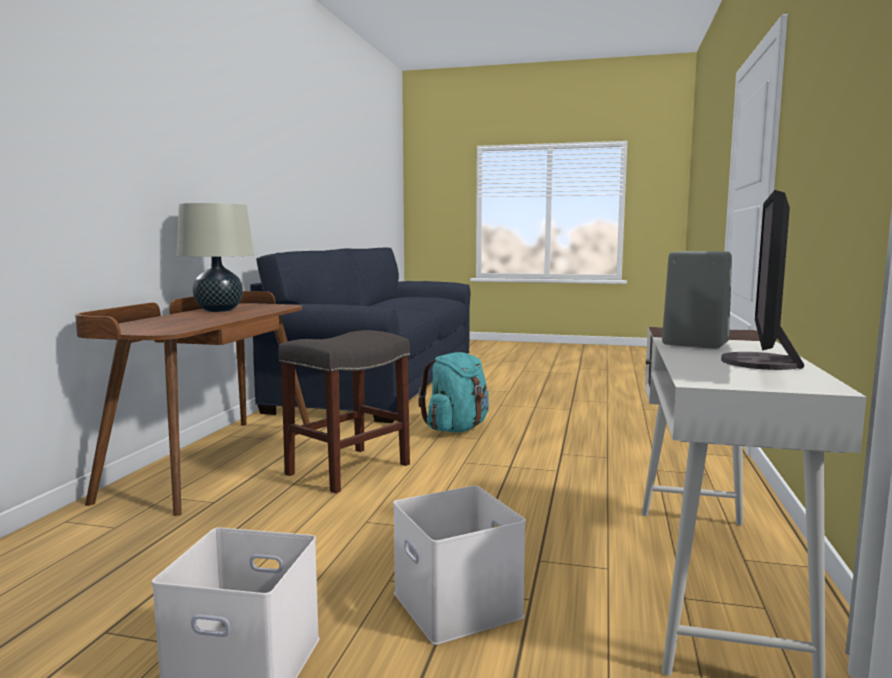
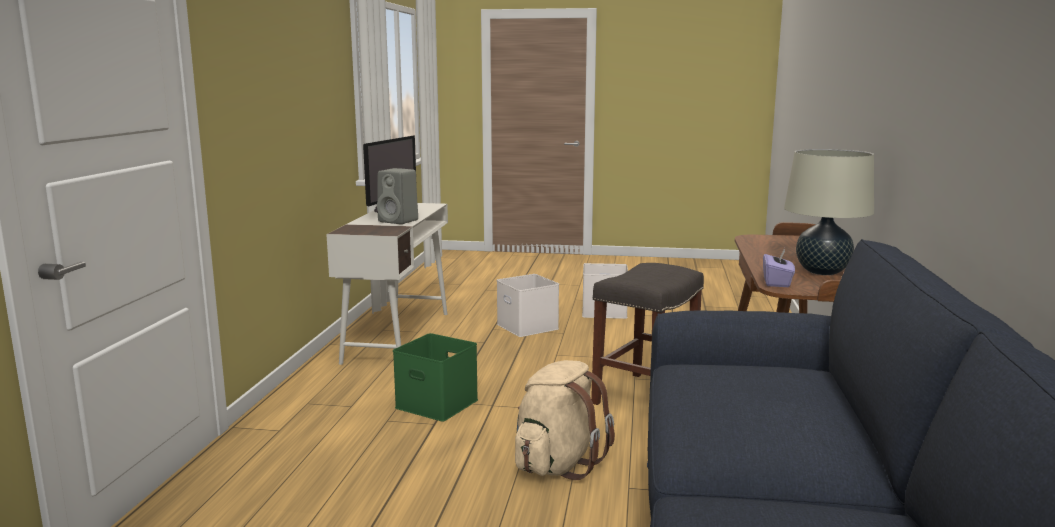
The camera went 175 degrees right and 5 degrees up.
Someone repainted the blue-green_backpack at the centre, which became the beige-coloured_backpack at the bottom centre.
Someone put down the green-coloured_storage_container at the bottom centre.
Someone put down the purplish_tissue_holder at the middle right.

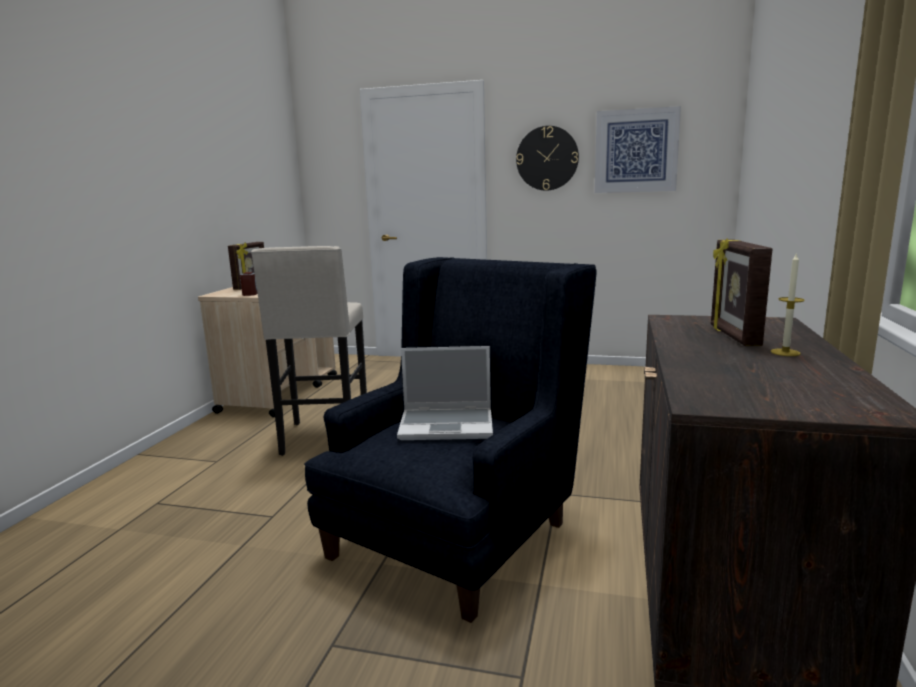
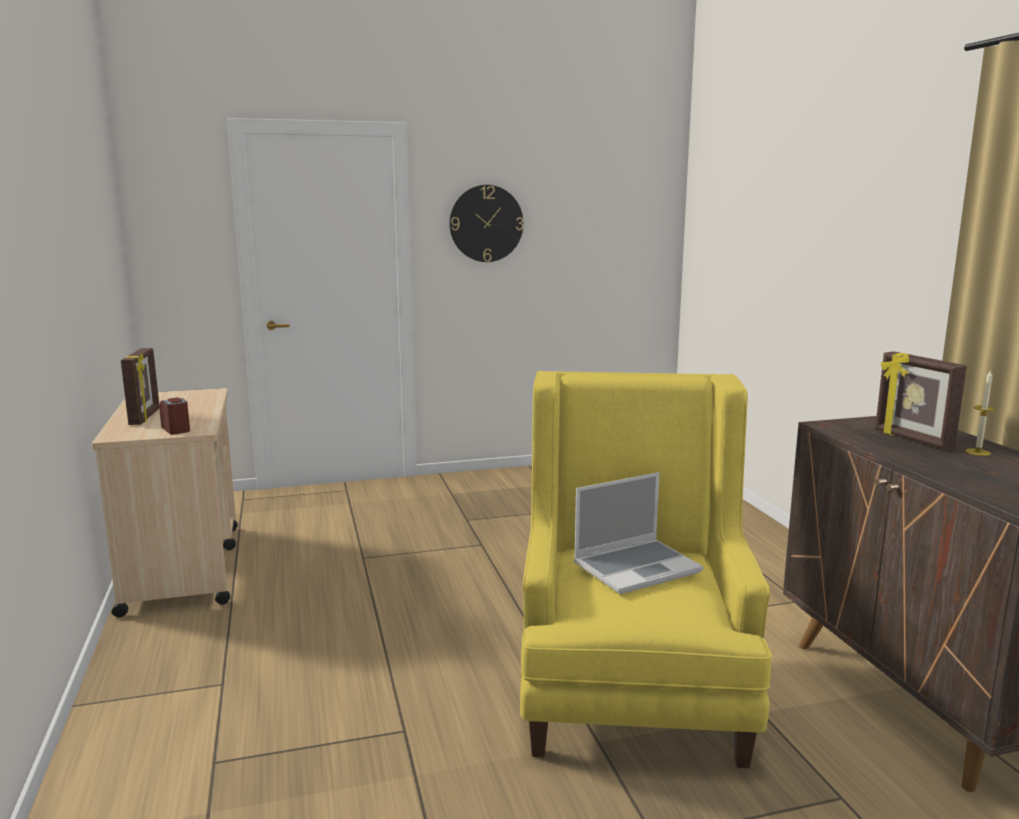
The camera went 30 degrees left and 0 degrees up.
Someone took away the beige-coloured_sitting_stool at the centre.
Someone repainted the blue-coloured_lounge_chair at the centre, which became the yellow-coloured_lounge_chair at the bottom centre.
Someone took away the wall_art at the top right.

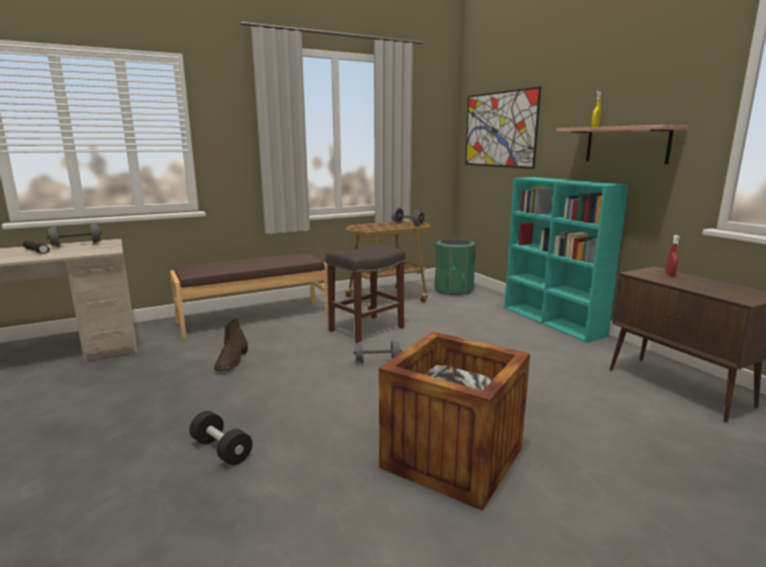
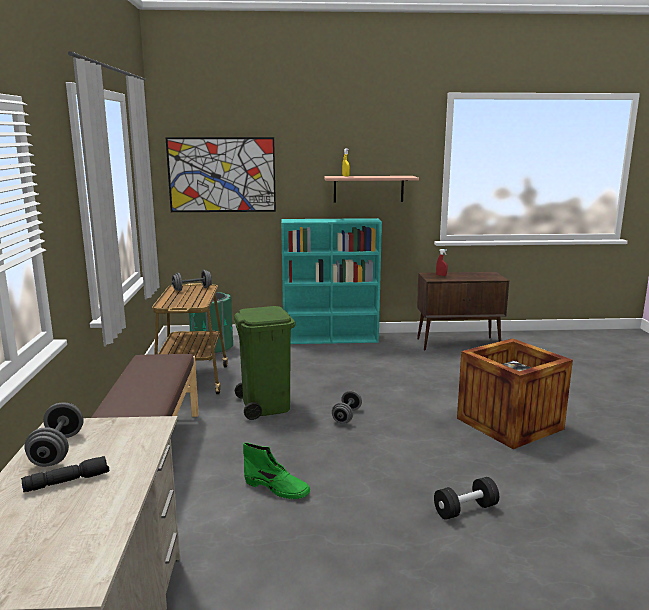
The camera went 65 degrees left and 0 degrees up.
Someone repainted the brownish_high-top_boot at the middle left, which became the green-coloured_high-top_boot at the bottom centre.
Someone swapped the grey_sitting_stool at the centre for the green-coloured_rubbish_bin (2nd from left) at the centre.

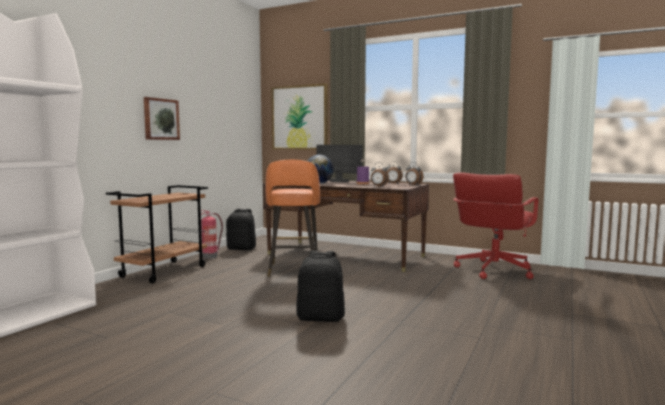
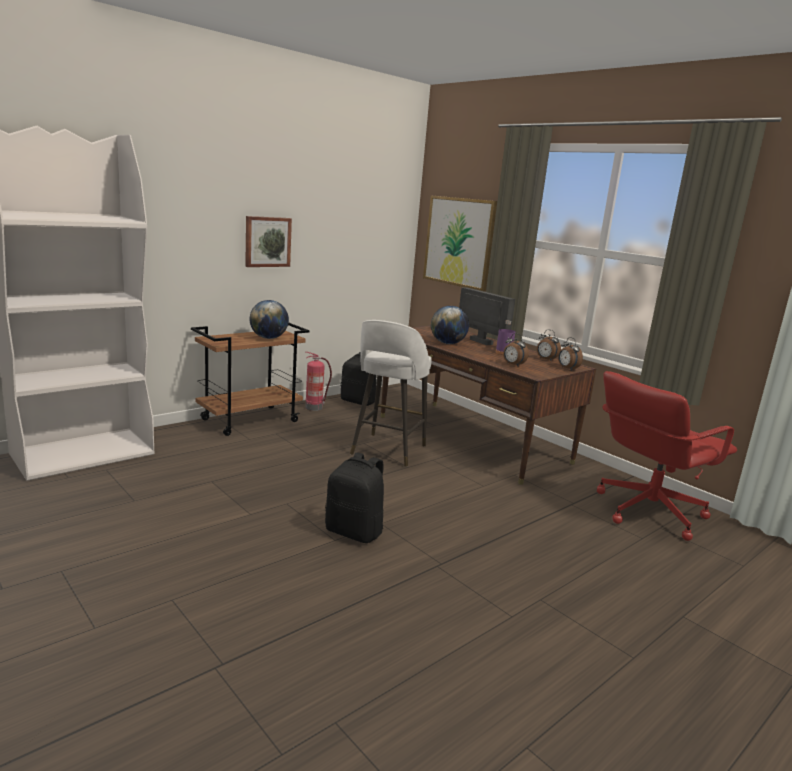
The camera went 20 degrees right and 10 degrees up.
Someone repainted the orange_sitting_stool at the centre, which became the white-coloured_sitting_stool at the centre.
Someone put down the desk_globe (1st from left) at the centre.

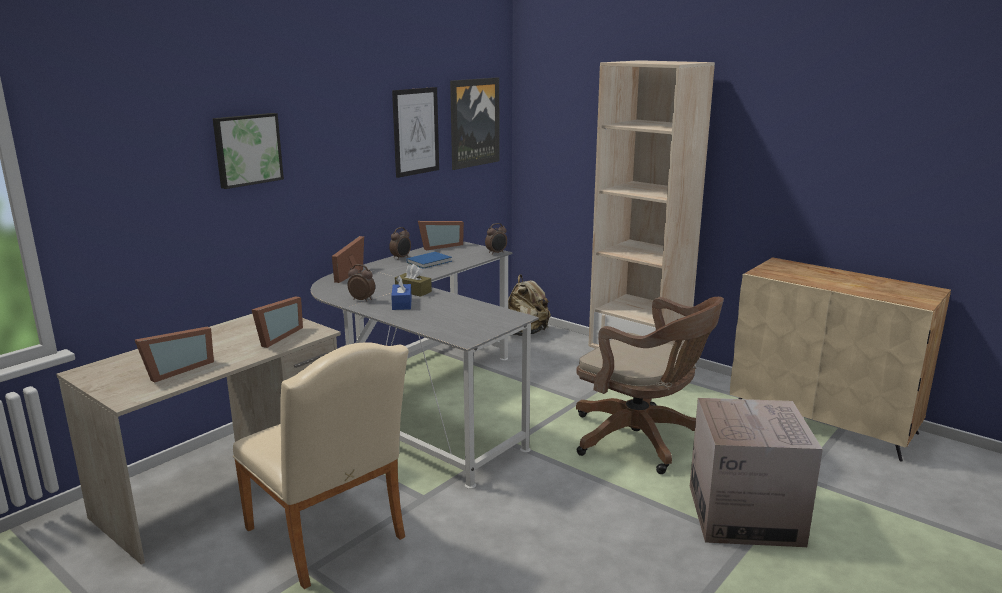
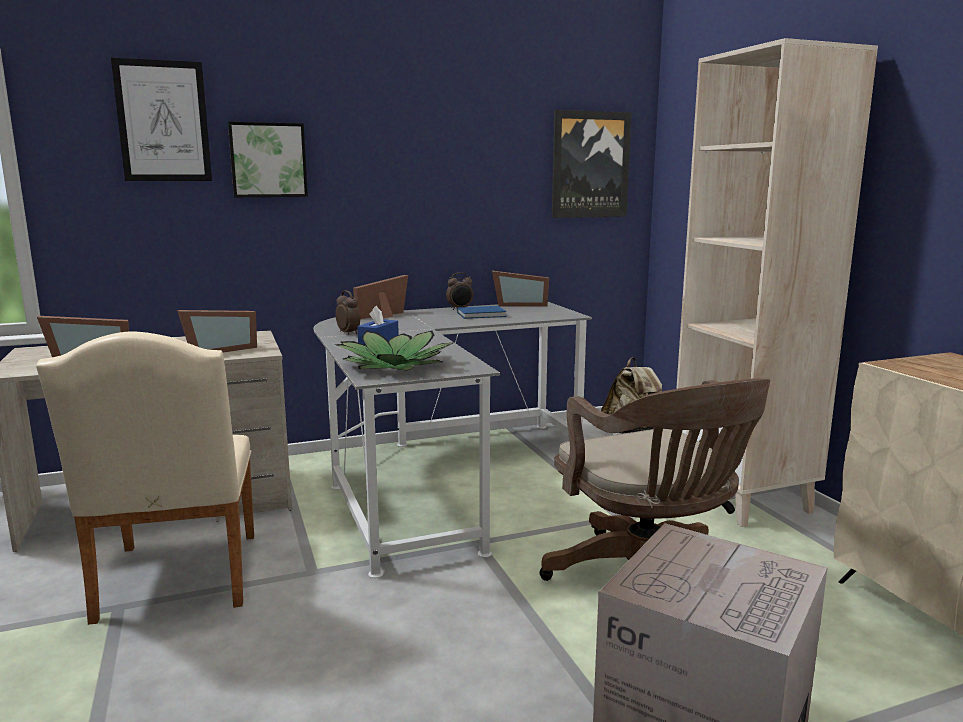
The camera went 30 degrees right and 5 degrees down.
Someone carried the wall_art (2nd from left in the first image) from the top centre to the top left.
Someone took away the brownish_tissue_holder at the centre.
Someone took away the bedside_clock (3rd from left) at the centre.
Someone put down the houseplant at the centre.

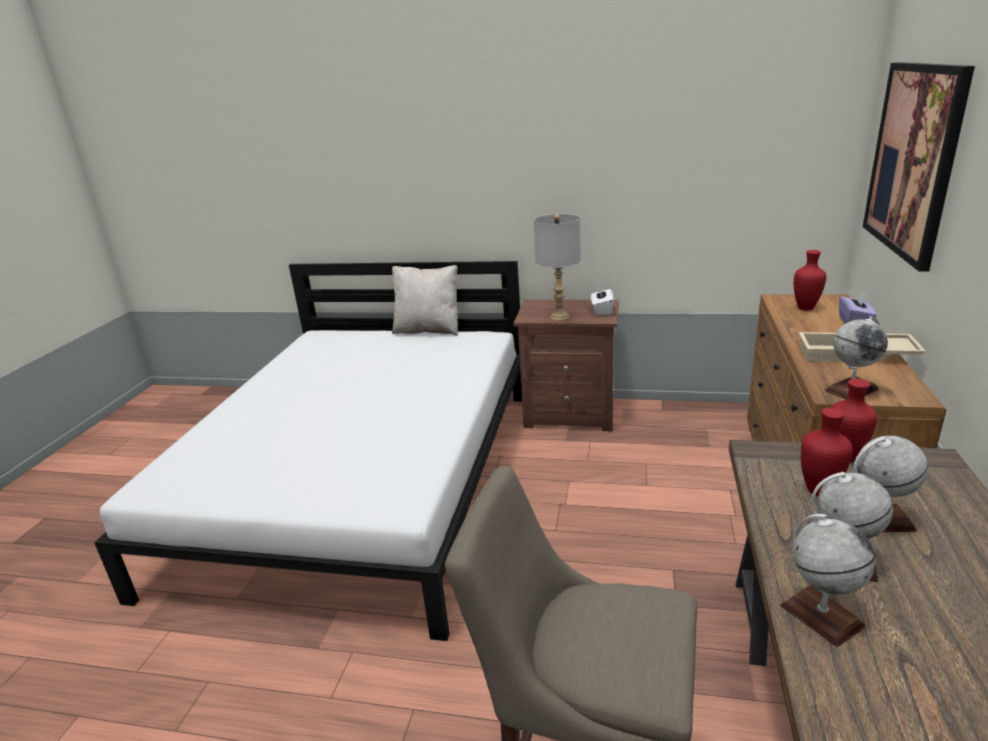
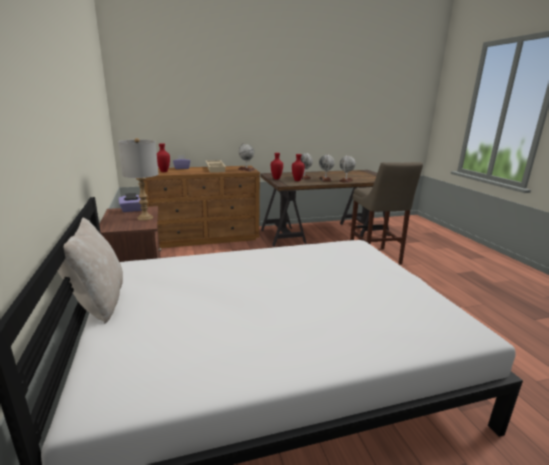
The camera went 120 degrees left and 5 degrees down.
Someone repainted the white-coloured_tissue_holder at the centre, which became the purplish_tissue_holder (1st from left) at the middle left.
Someone took away the wall_art at the top right.

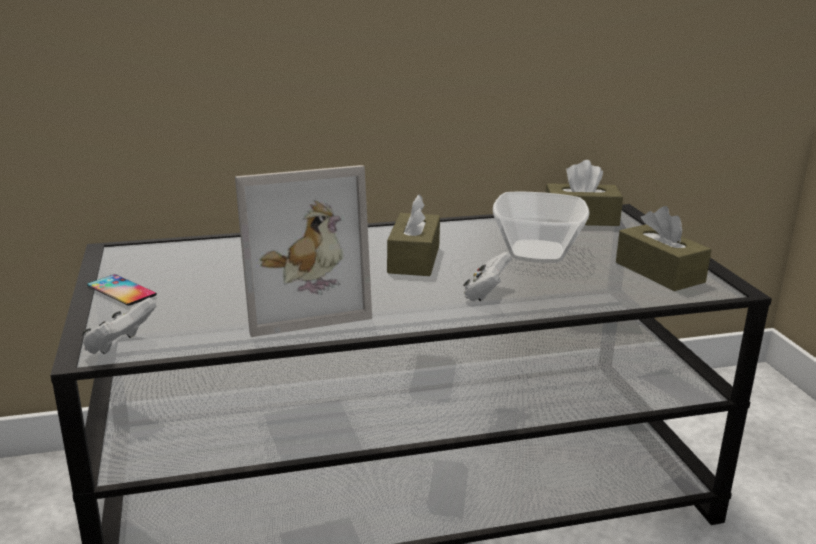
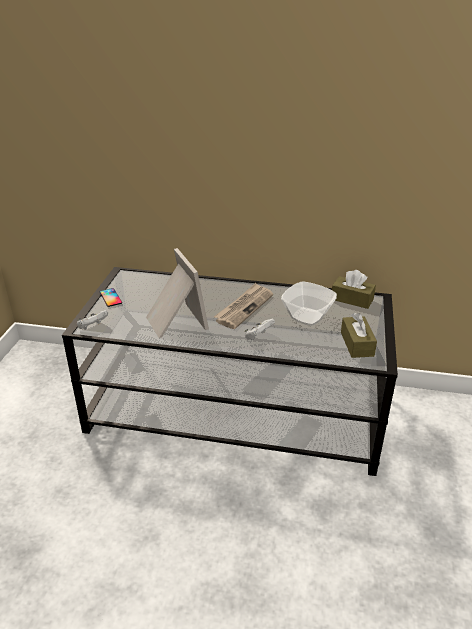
The camera went 25 degrees right and 10 degrees up.
Someone rotated the standing_frame at the centre by 120 degrees counterclockwise.
Someone swapped the brownish_tissue_holder (1st from left) at the centre for the newspaper at the centre.

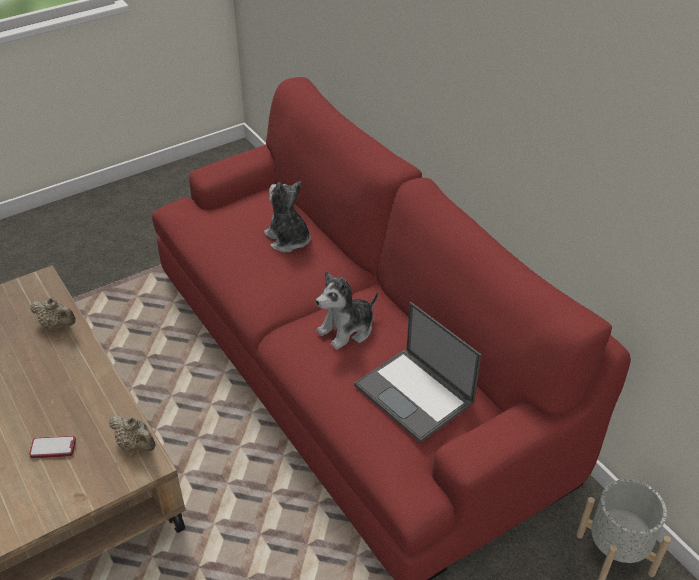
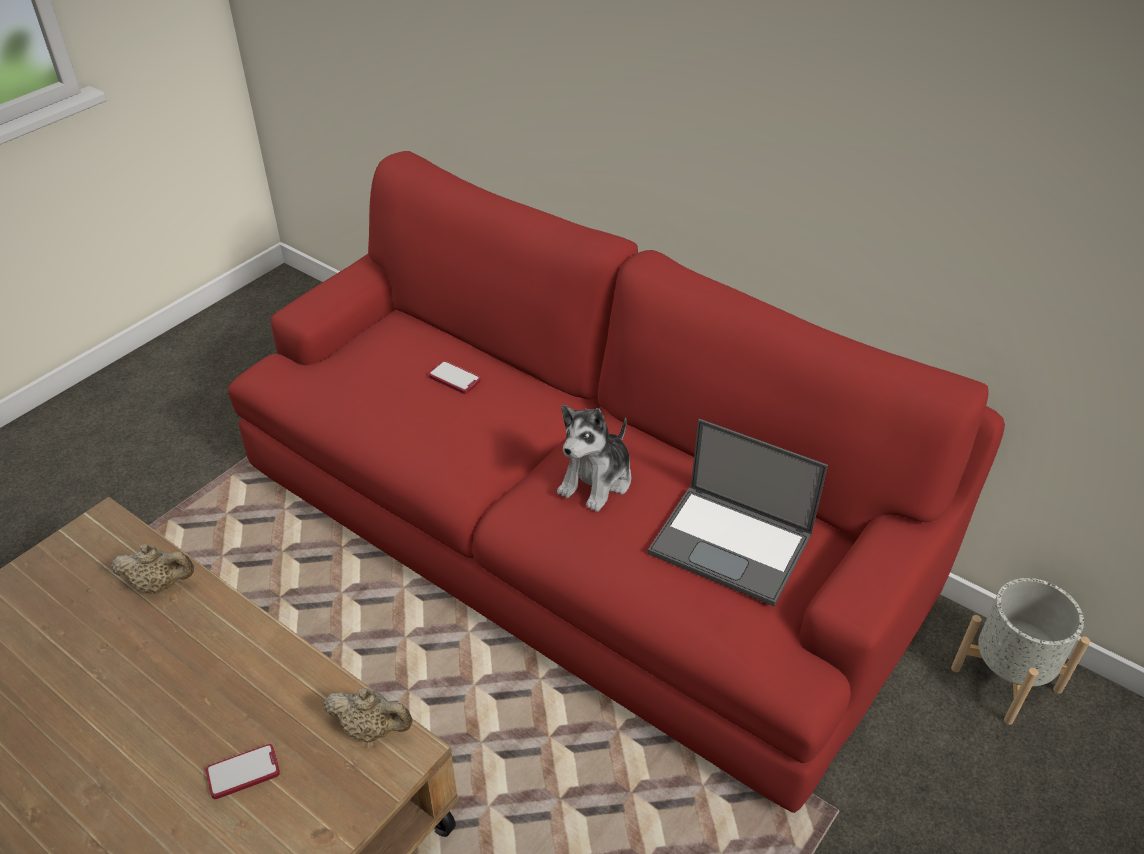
The camera went 20 degrees left and 0 degrees up.
Someone swapped the plush_toy (1st from left) at the centre for the handset (2nd from left) at the centre.

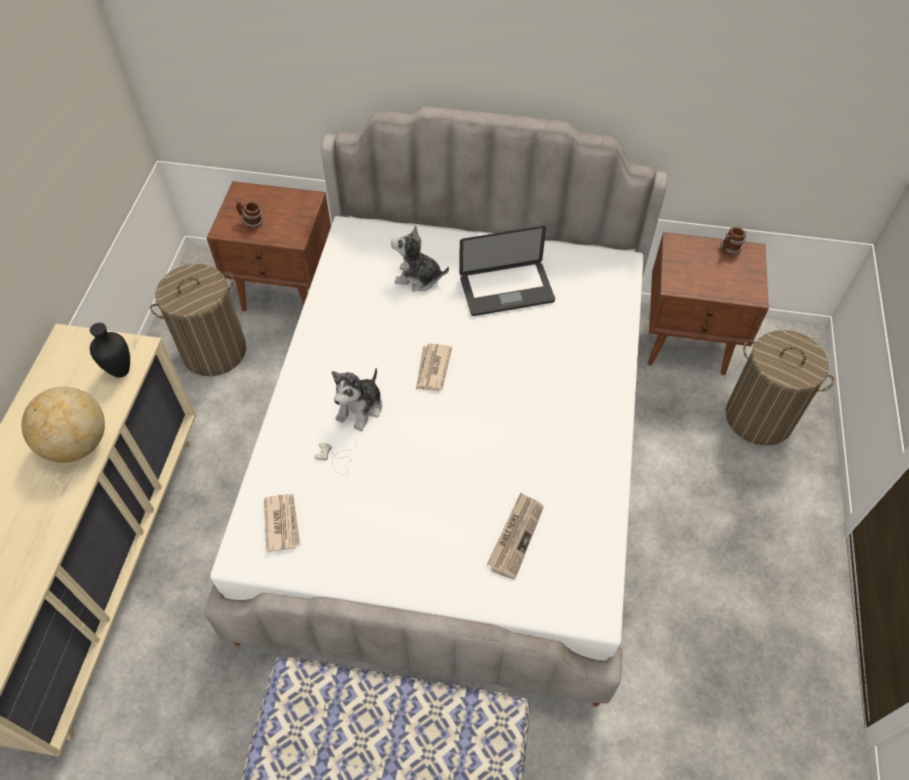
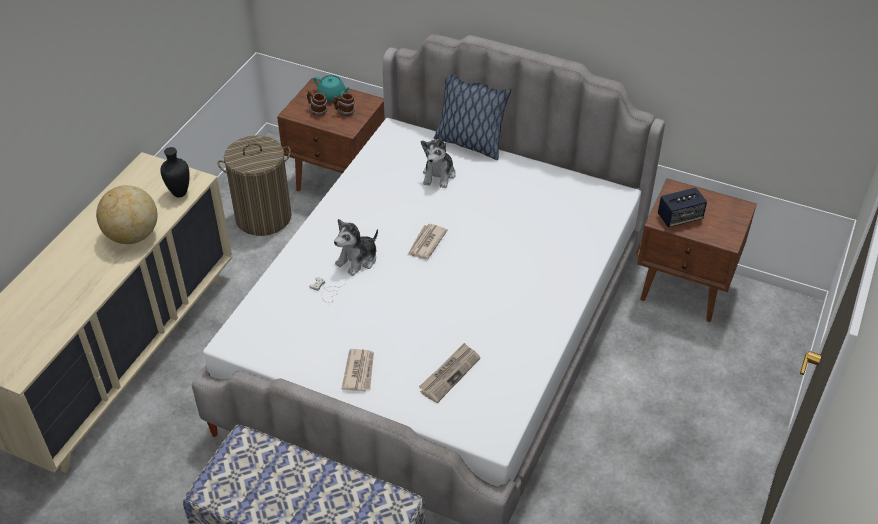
The camera went 15 degrees right and 10 degrees down.
Someone carried the newspaper (1st from left) from the bottom left to the bottom centre.
Someone rotated the plush_toy (2nd from left) at the top centre by 105 degrees counterclockwise.
Someone took away the portable_computer at the centre.
Someone carried the tea_mug (2nd from left) from the top right to the top centre.
Someone took away the hamper (2nd from left) at the middle right.
Someone put down the blue-green_tea_pot at the top centre.
Someone put down the throw_pillow at the top centre.
Someone put down the loudspeaker at the middle right.

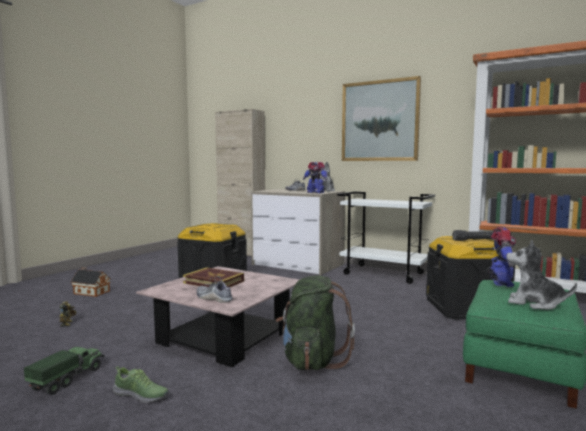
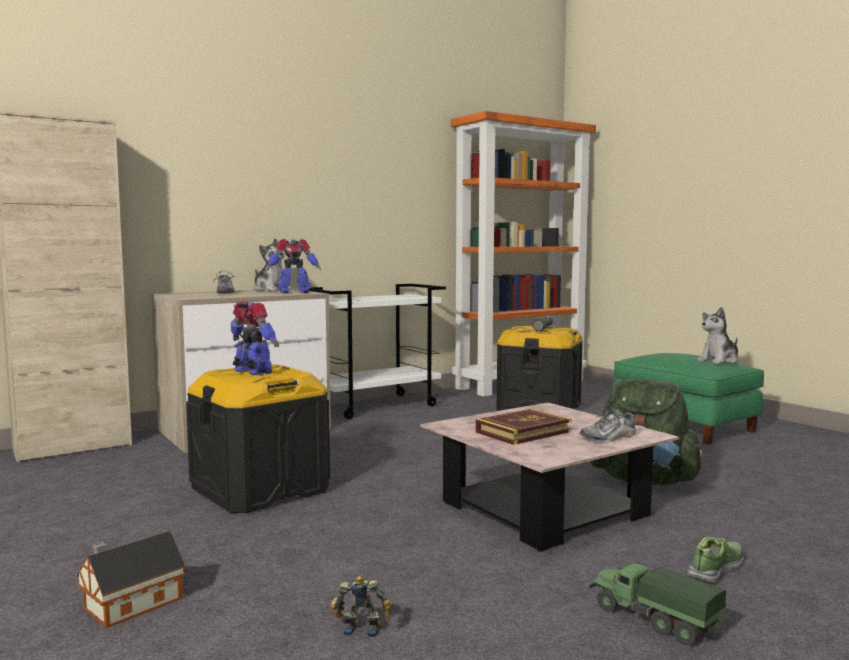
The camera went 65 degrees left and 0 degrees up.
Someone took away the wall_art at the top centre.
Someone carried the toy_robot (3rd from left in the first image) from the middle right to the middle left.

